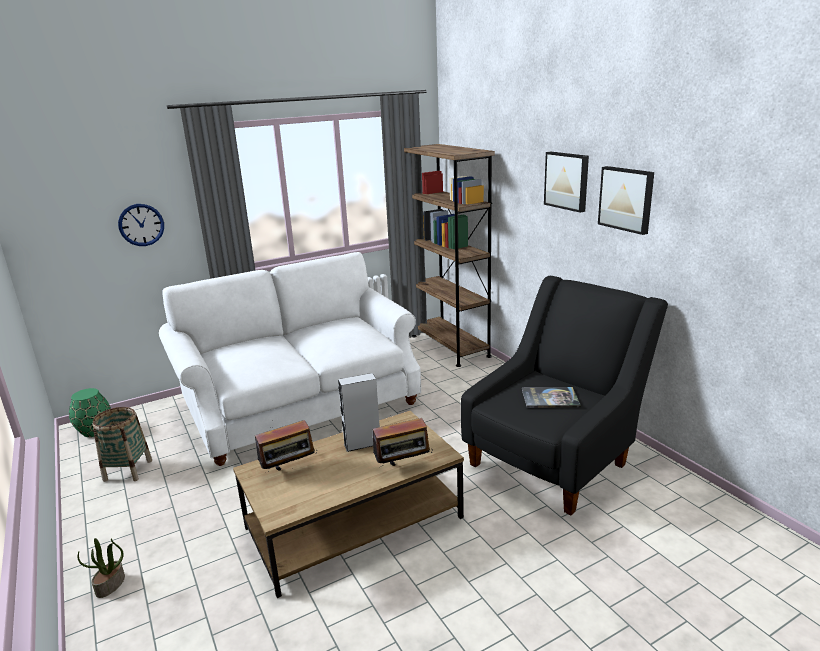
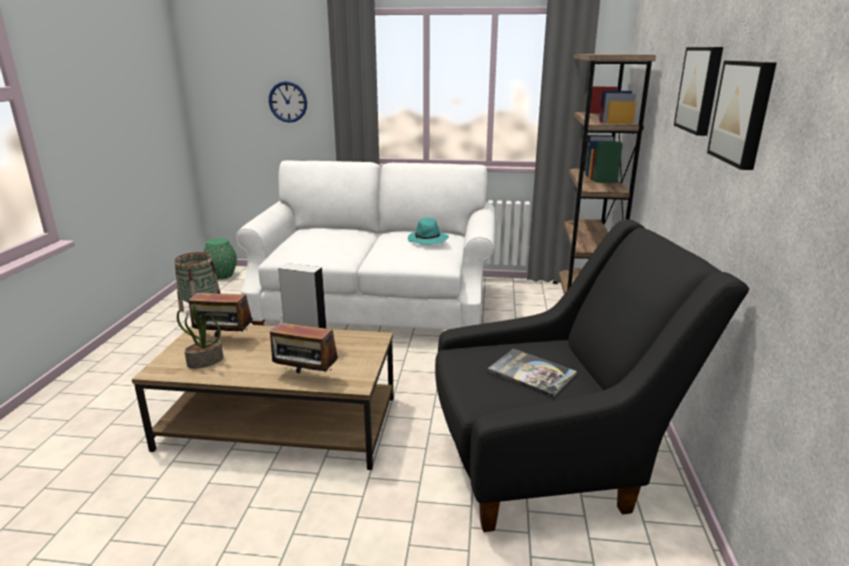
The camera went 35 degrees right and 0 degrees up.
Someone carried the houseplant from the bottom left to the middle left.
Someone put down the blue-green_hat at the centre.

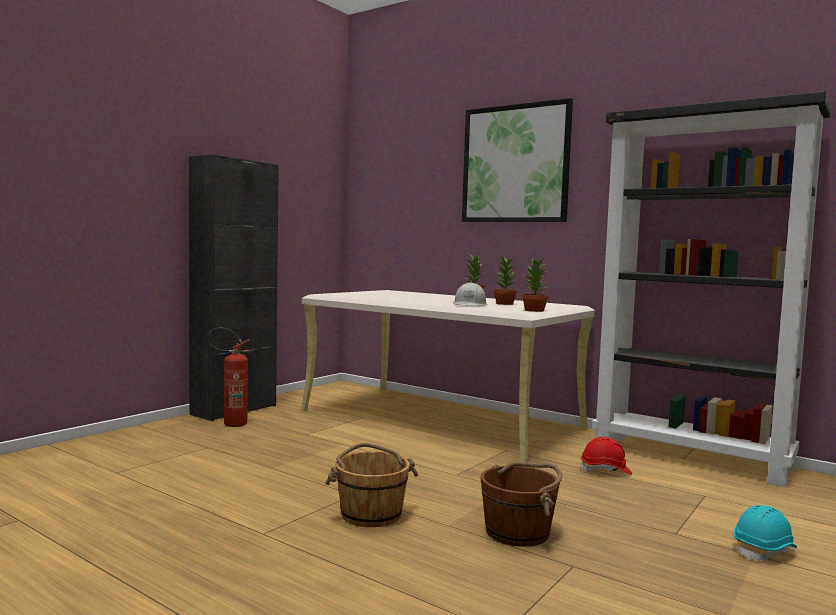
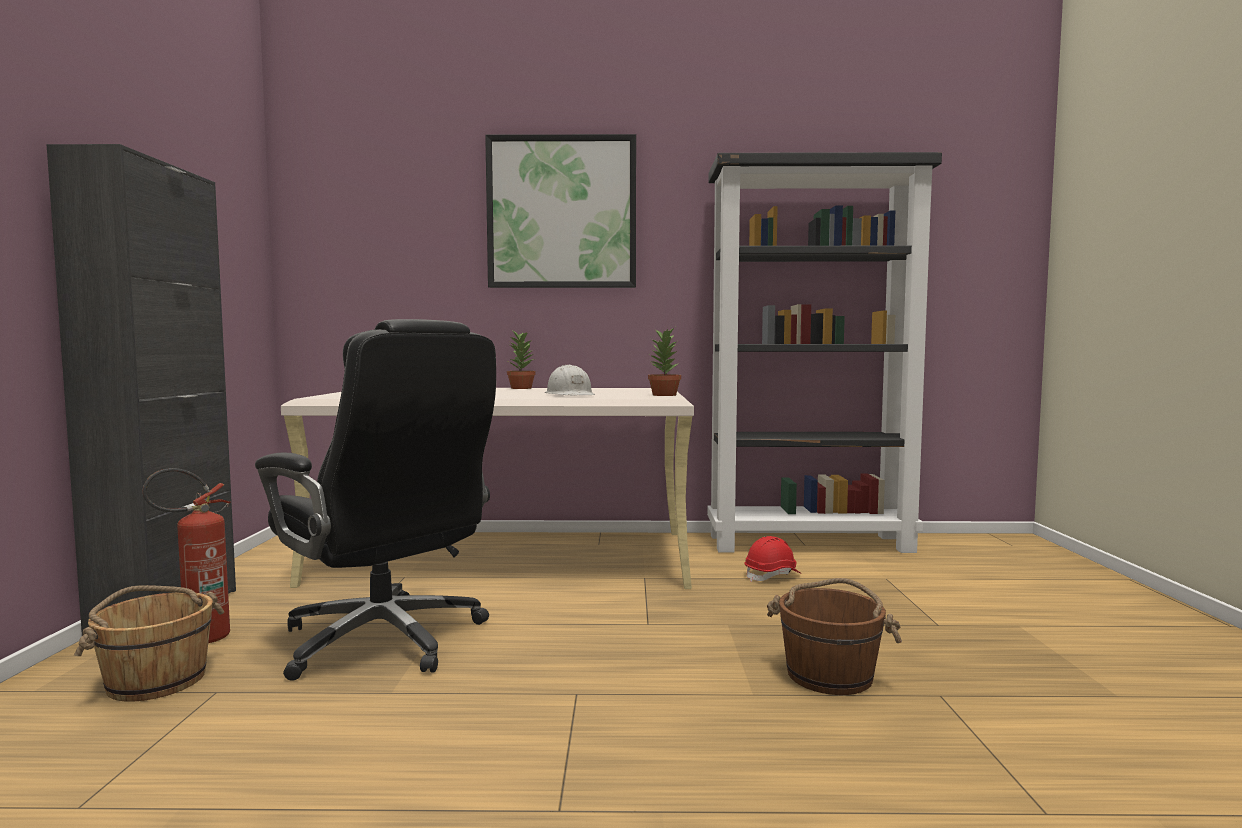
The camera went 35 degrees left and 0 degrees up.
Someone carried the brownish_pail (1st from left) from the bottom centre to the bottom left.
Someone took away the houseplant (2nd from left) at the centre.
Someone took away the blue-green_work_helmet at the bottom right.
Someone put down the black_desk_chair at the middle left.

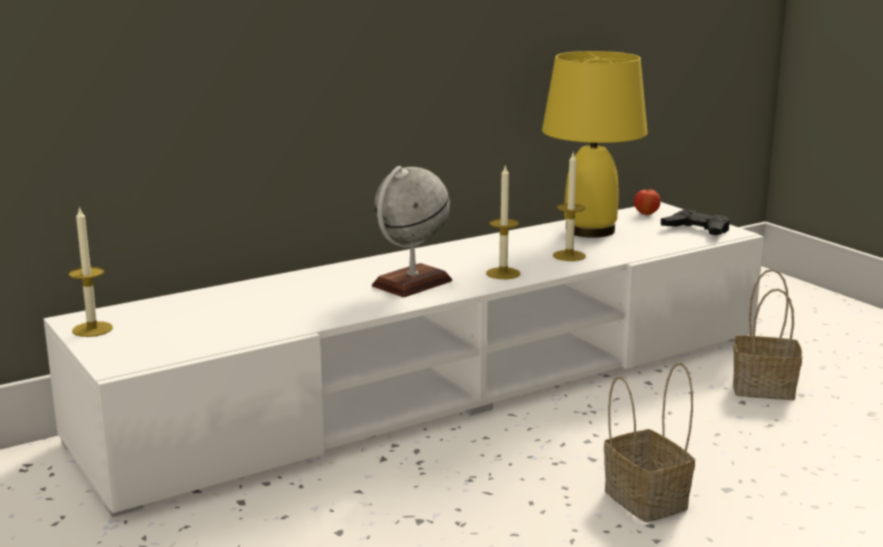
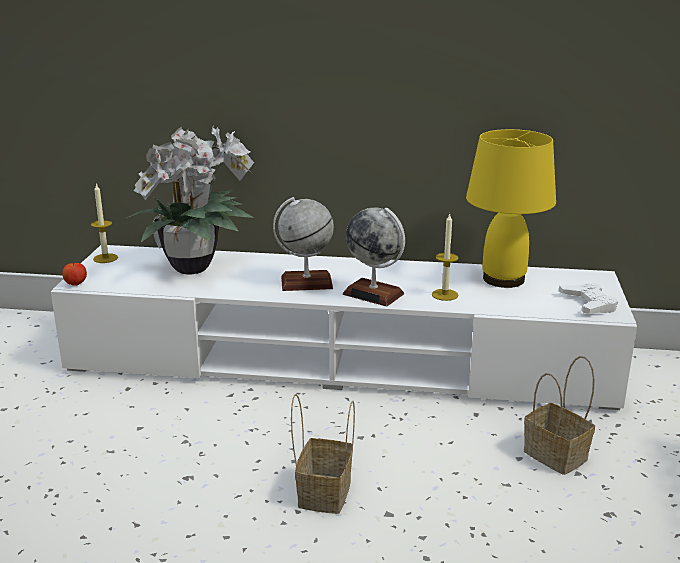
The camera went 40 degrees right and 5 degrees up.
Someone swapped the wax_light (2nd from left) at the centre for the desk_globe (2nd from left) at the centre.
Someone carried the apple from the middle right to the middle left.
Someone repainted the black_game_controller at the middle right, which became the white-coloured_game_controller at the middle right.
Someone put down the houseplant at the middle left.

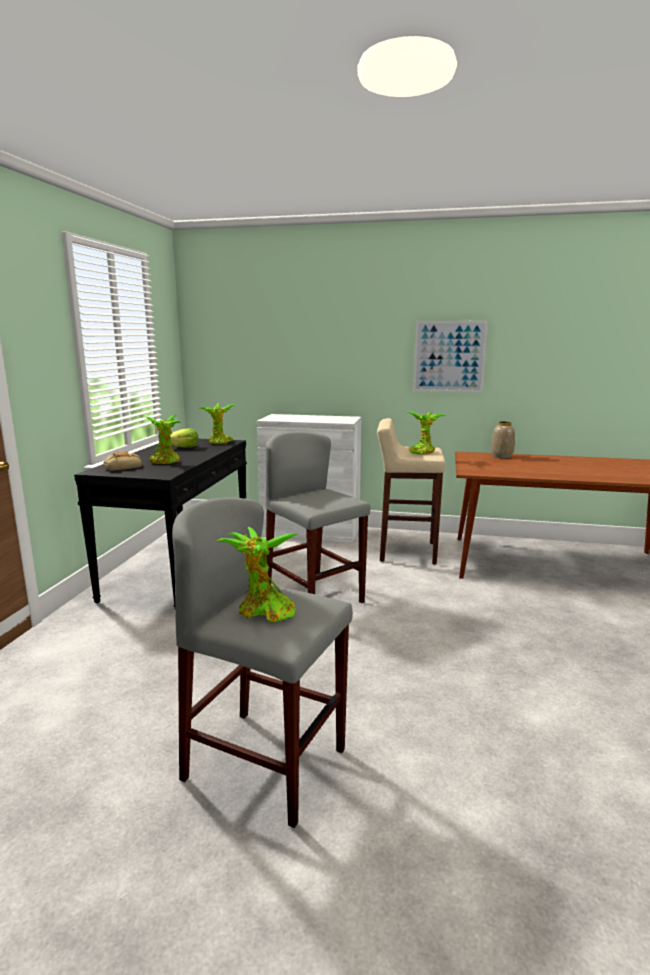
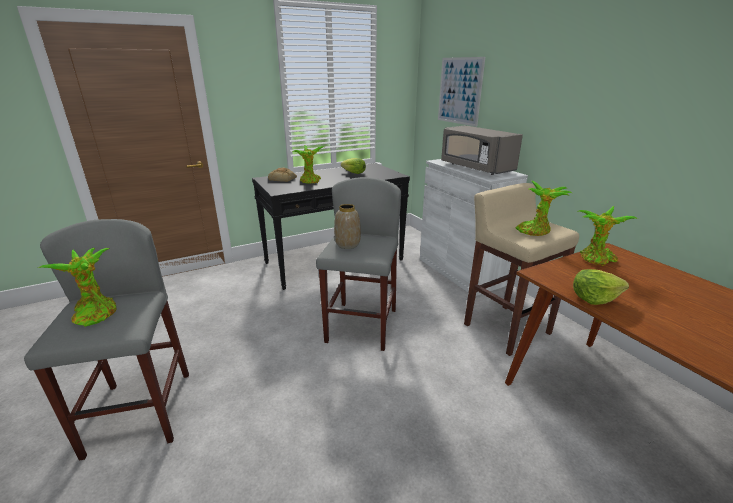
The camera went 50 degrees right and 10 degrees up.
Someone carried the houseplant (2nd from left in the first image) from the middle left to the middle right.
Someone carried the wall_art from the middle right to the top centre.
Someone carried the flower_vase from the middle right to the centre.
Someone put down the grey_kitchen_microwave at the top centre.
Someone put down the head_of_lettuce (2nd from left) at the middle right.

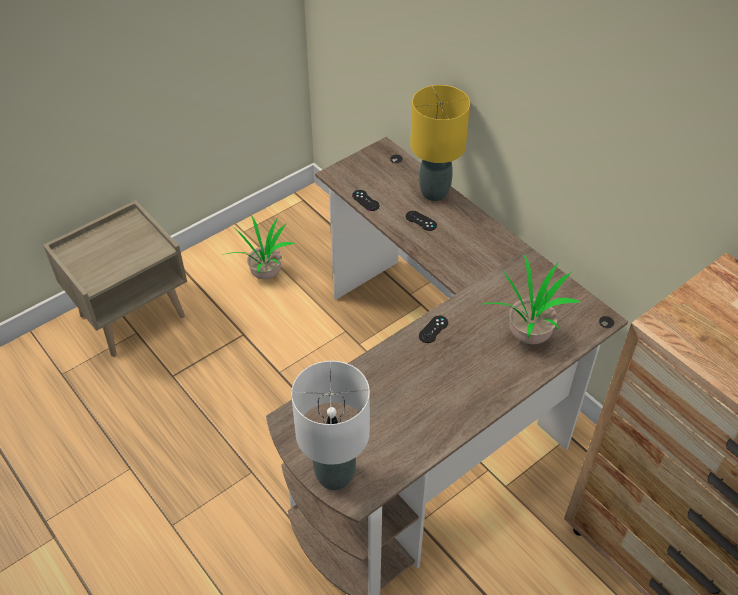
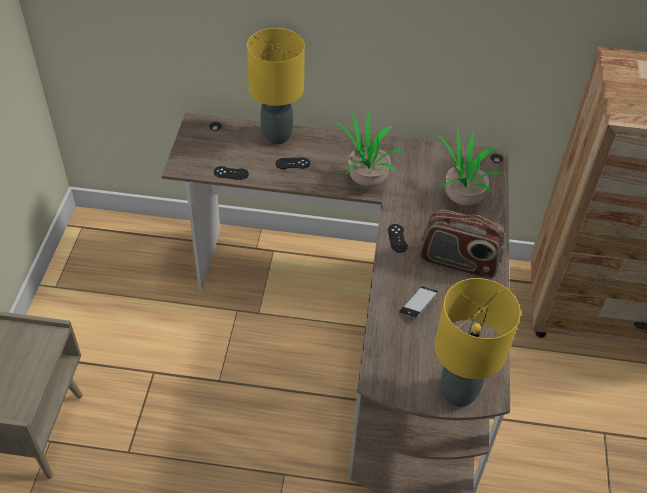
The camera went 45 degrees left and 0 degrees up.
Someone carried the houseplant (1st from left) from the centre to the top centre.
Someone repainted the white-coloured_lamp_for_a_table at the bottom centre, which became the yellow-coloured_lamp_for_a_table (2nd from left) at the bottom right.
Someone put down the handset at the centre.
Someone put down the radio_set at the middle right.

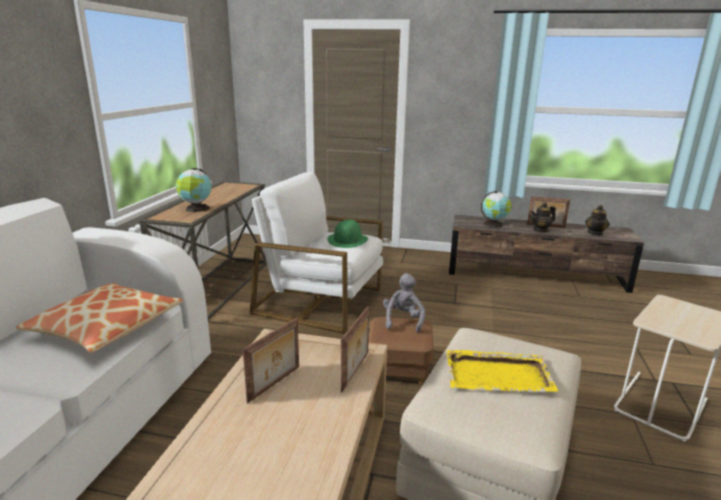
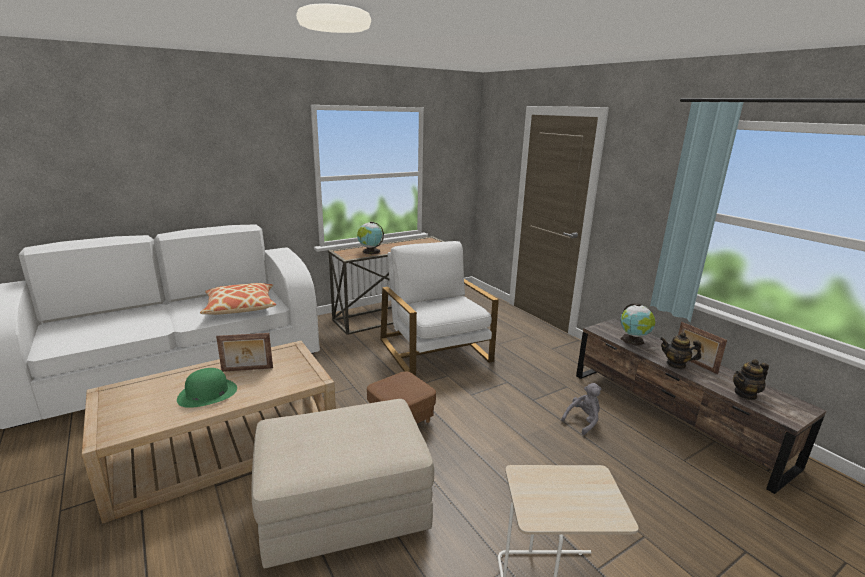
The camera went 45 degrees right and 0 degrees up.
Someone carried the green-coloured_hat from the centre to the bottom left.
Someone took away the standing_frame (2nd from left) at the bottom centre.
Someone carried the grey_plush_toy from the centre to the bottom right.
Someone took away the yellow-coloured_serving_tray at the bottom right.

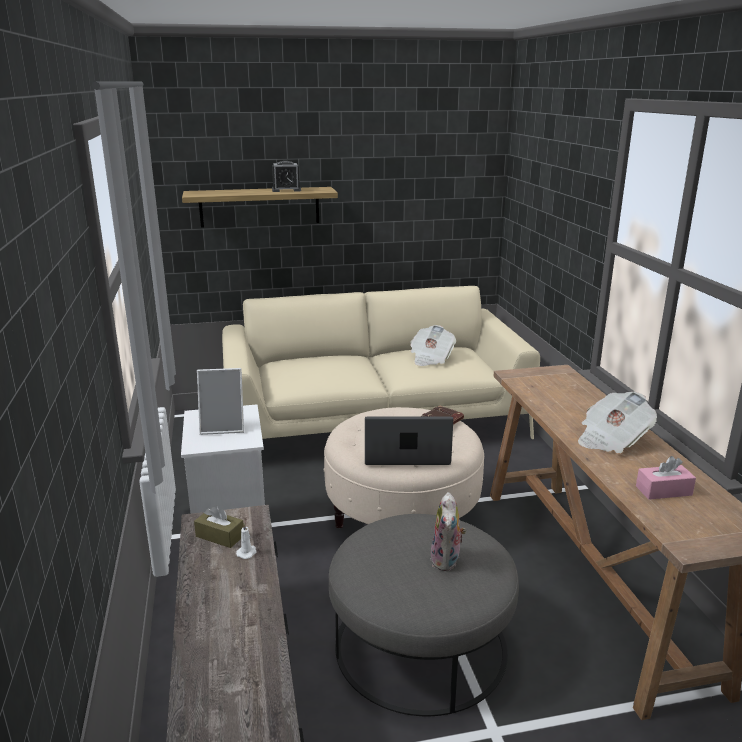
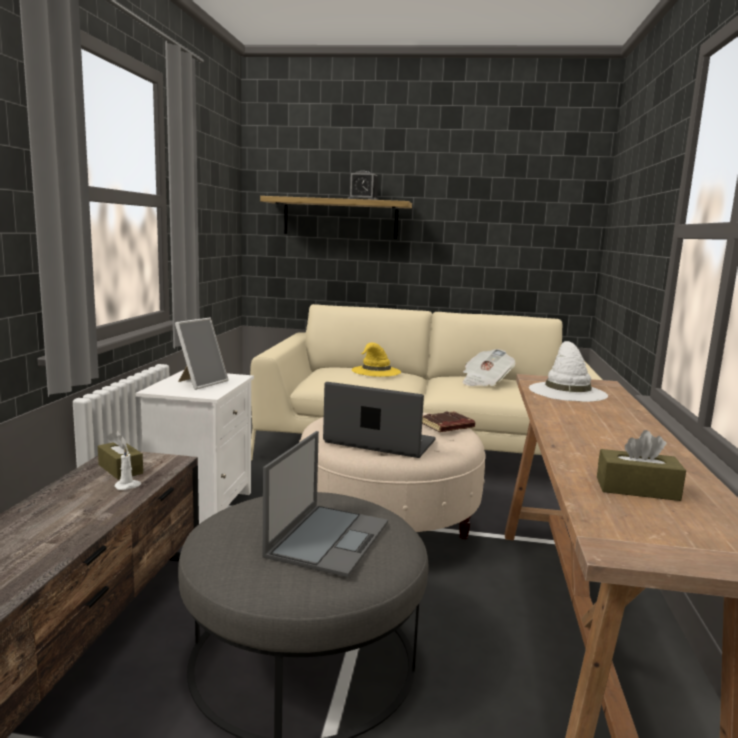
The camera went 20 degrees right and 10 degrees down.
Someone rotated the standing_frame at the middle left by 75 degrees counterclockwise.
Someone swapped the plush_toy at the bottom centre for the portable_computer (1st from left) at the bottom centre.
Someone took away the newspaper (2nd from left) at the middle right.
Someone repainted the pink_tissue_holder at the middle right, which became the brownish_tissue_holder (2nd from left) at the middle right.
Someone put down the yellow-coloured_hat at the centre.
Someone put down the white-coloured_hat at the middle right.

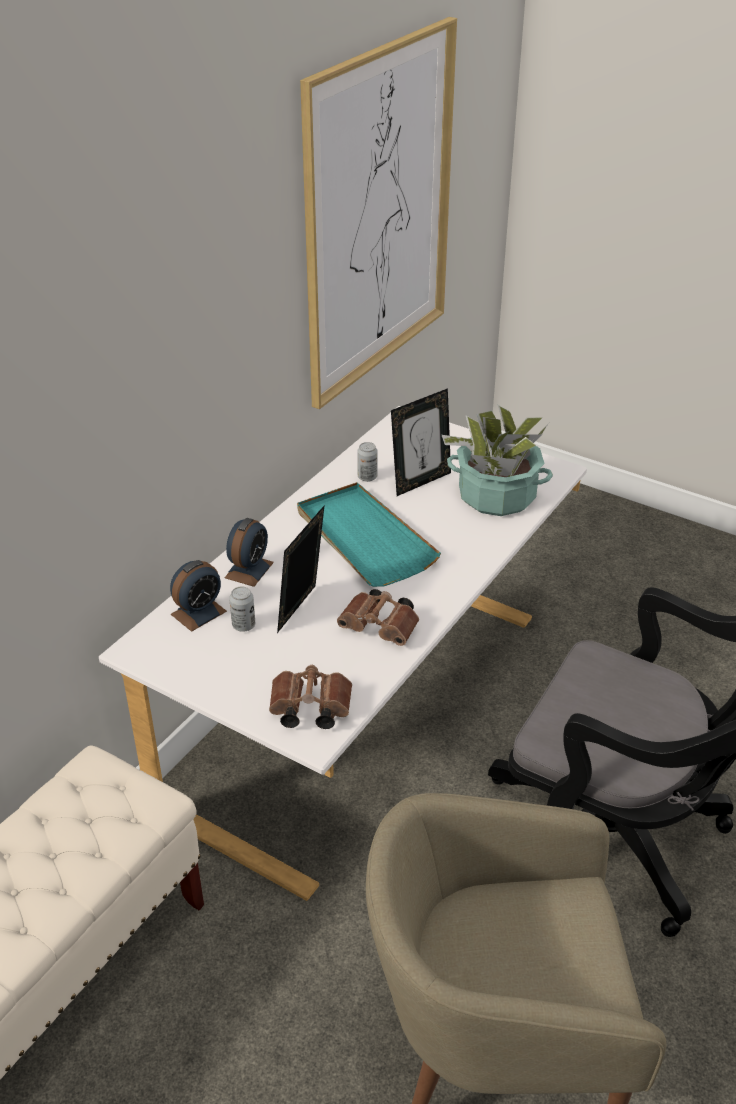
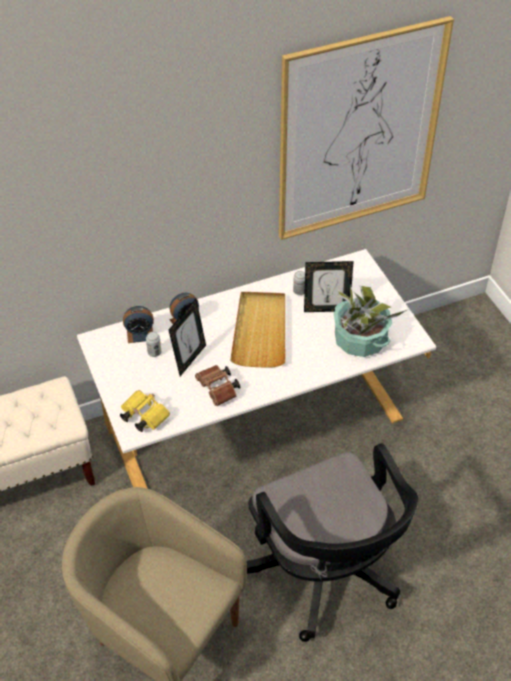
The camera went 35 degrees right and 10 degrees up.
Someone repainted the brownish_field_glasses (1st from left) at the centre, which became the yellow-coloured_field_glasses at the middle left.
Someone rotated the standing_frame (1st from left) at the centre by 150 degrees clockwise.
Someone repainted the blue-green_serving_tray at the centre, which became the beige-coloured_serving_tray at the centre.

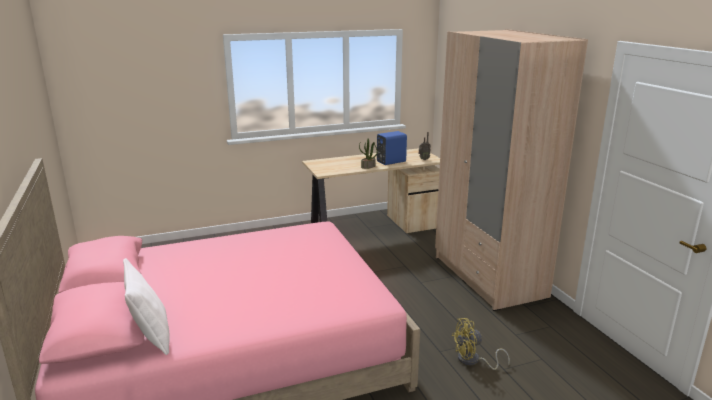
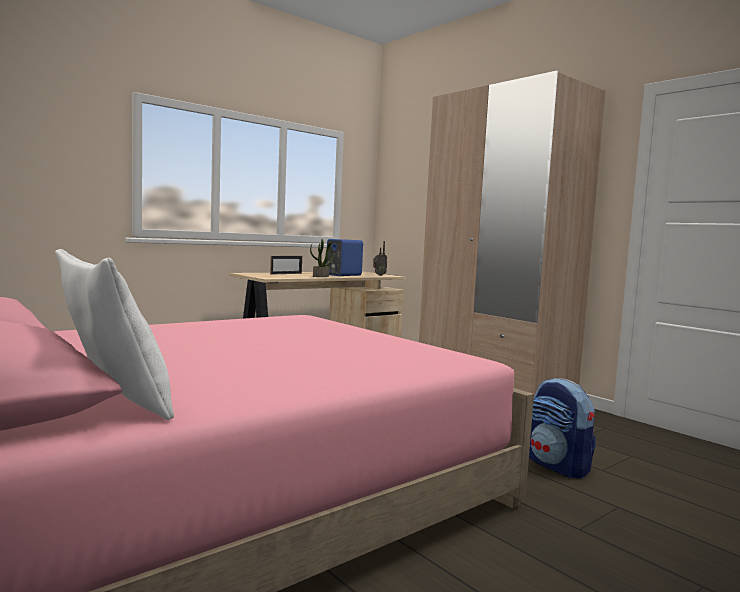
The camera went 20 degrees left and 15 degrees down.
Someone swapped the yellow-coloured_cooling_fan at the bottom right for the backpack at the bottom right.
Someone put down the standing_frame at the centre.

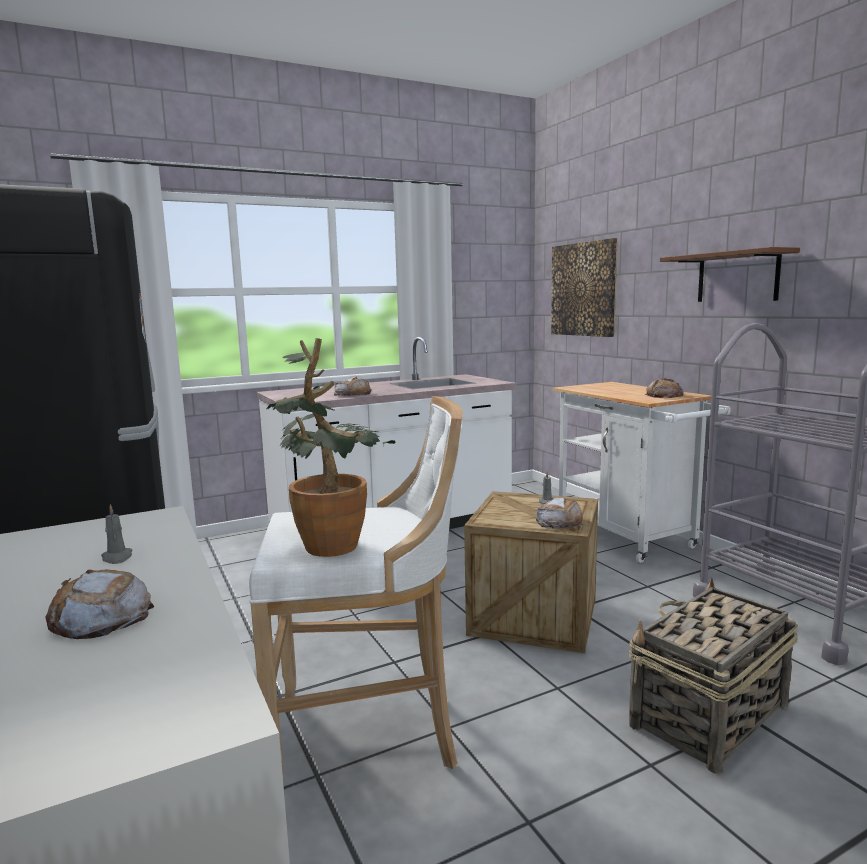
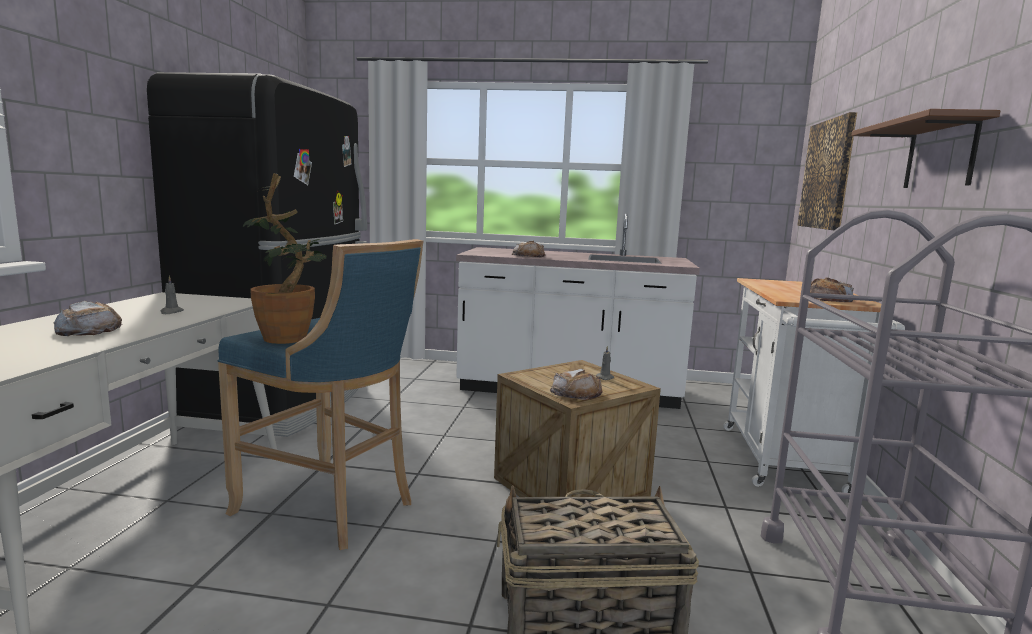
The camera went 35 degrees right and 0 degrees up.
Someone repainted the white-coloured_sitting_stool at the bottom centre, which became the blue-coloured_sitting_stool at the middle left.

